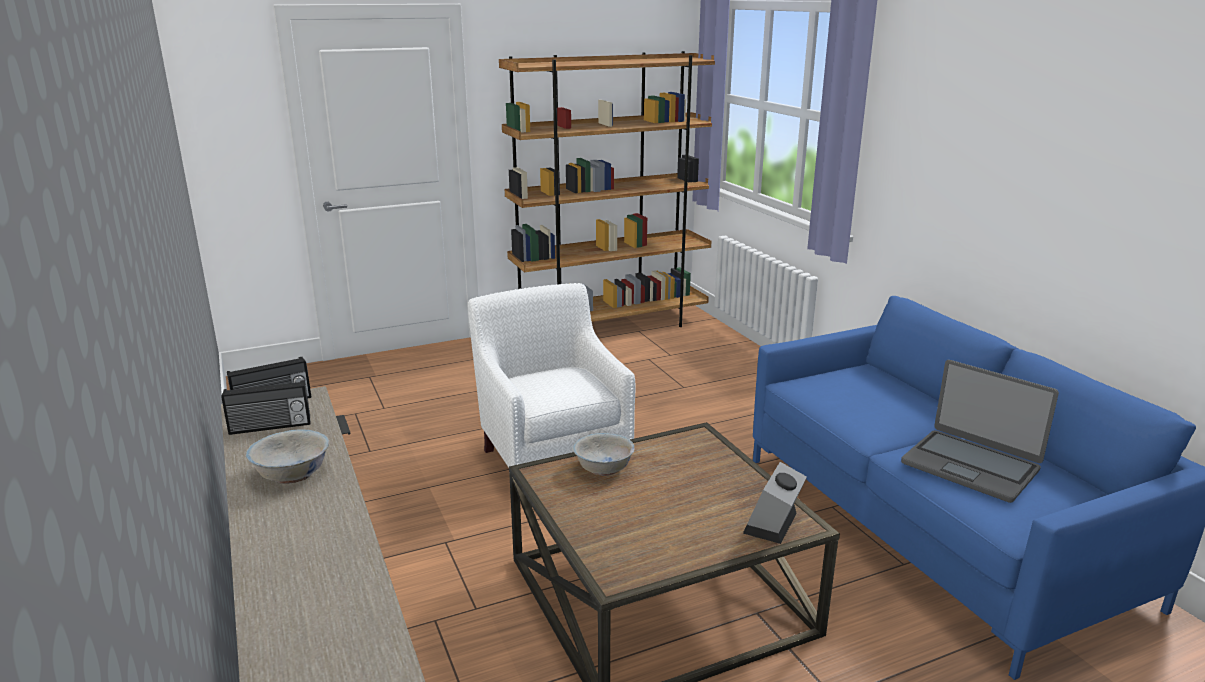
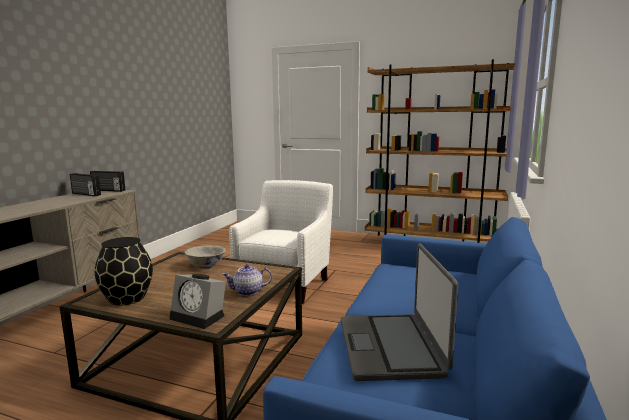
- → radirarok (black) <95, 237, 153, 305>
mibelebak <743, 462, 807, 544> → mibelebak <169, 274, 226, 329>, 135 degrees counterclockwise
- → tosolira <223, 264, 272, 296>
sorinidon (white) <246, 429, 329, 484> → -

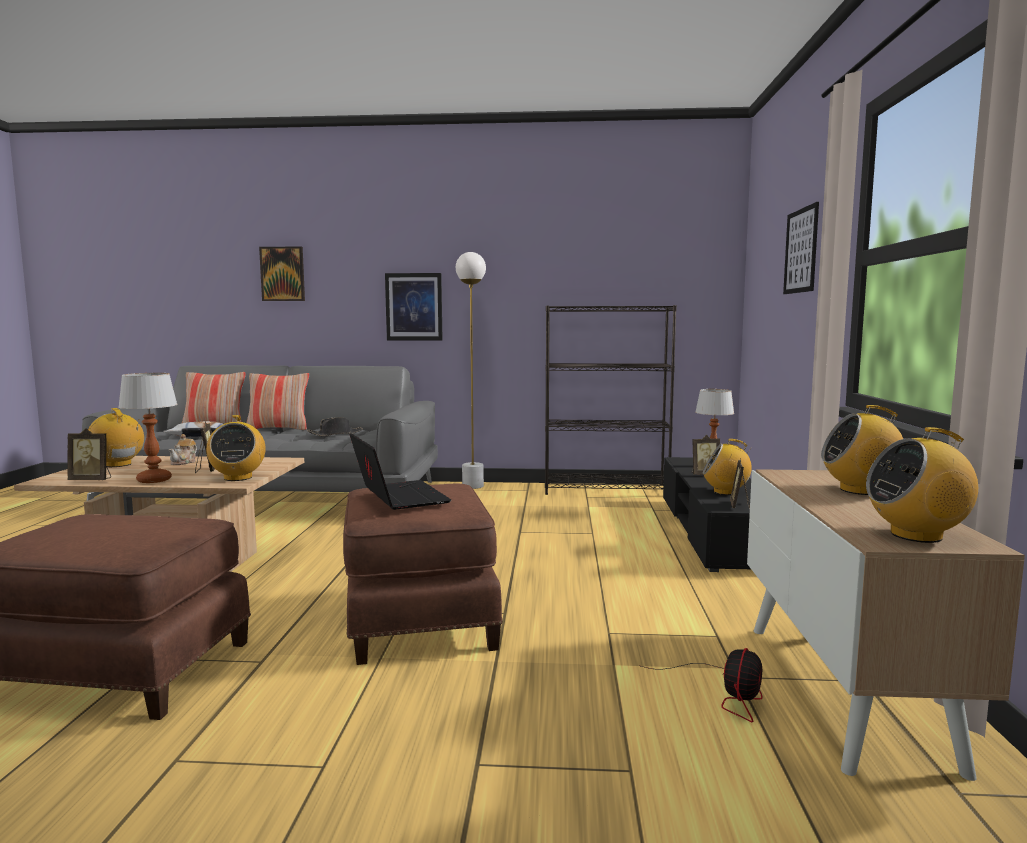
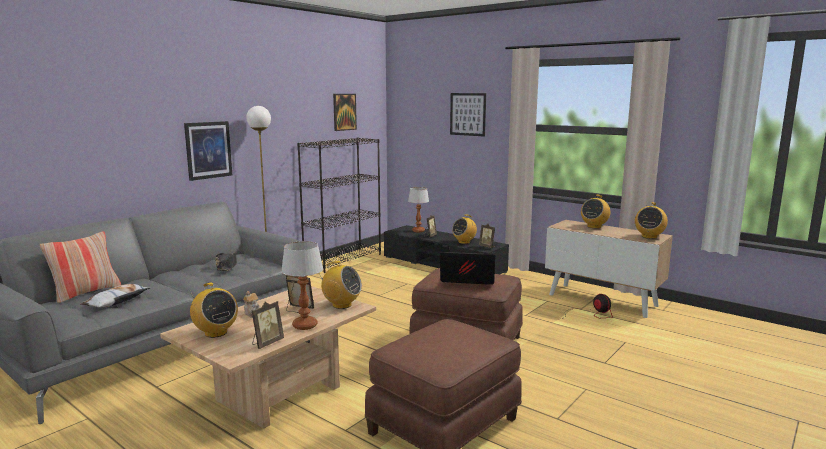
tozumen <88, 408, 144, 467> → tozumen <190, 282, 238, 338>, 120 degrees counterclockwise
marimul <259, 246, 305, 301> → marimul <333, 94, 357, 131>, move
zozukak <246, 373, 309, 430> → -

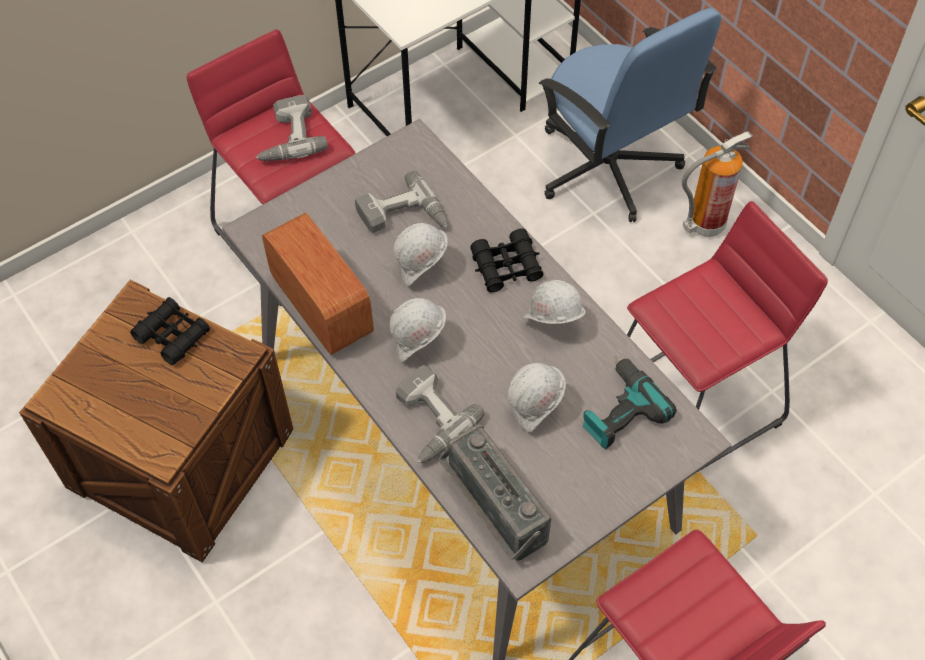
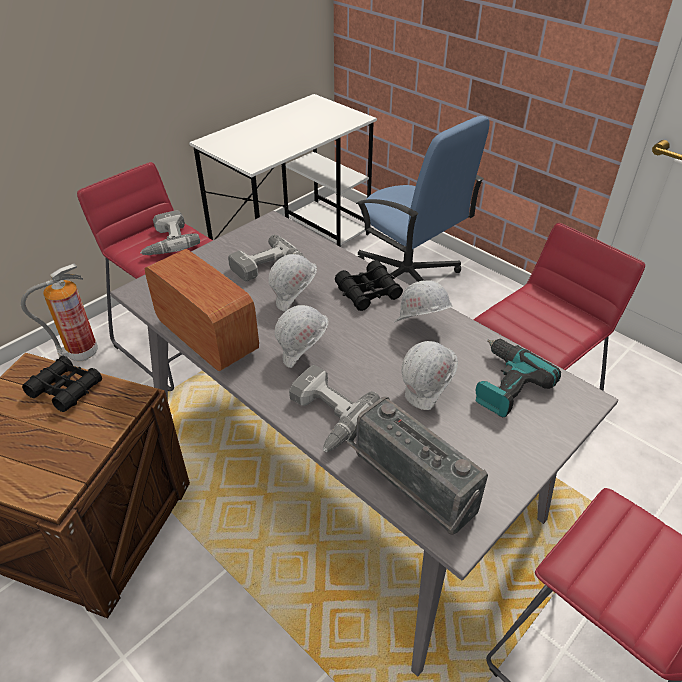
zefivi <682, 131, 753, 237> → zefivi <21, 263, 98, 361>, move

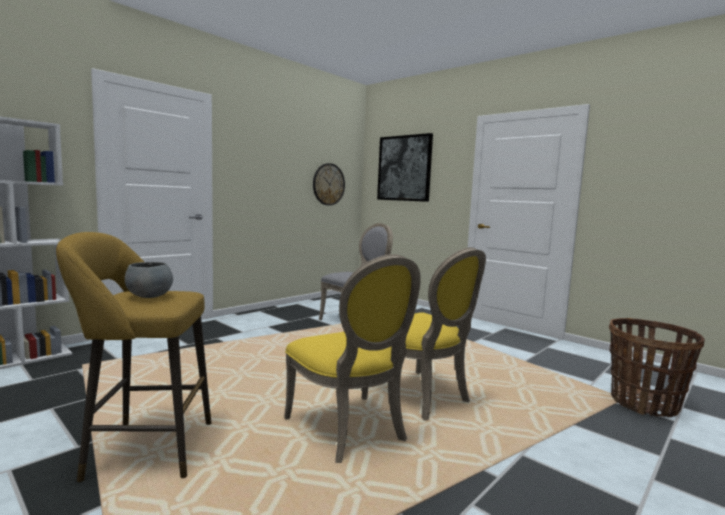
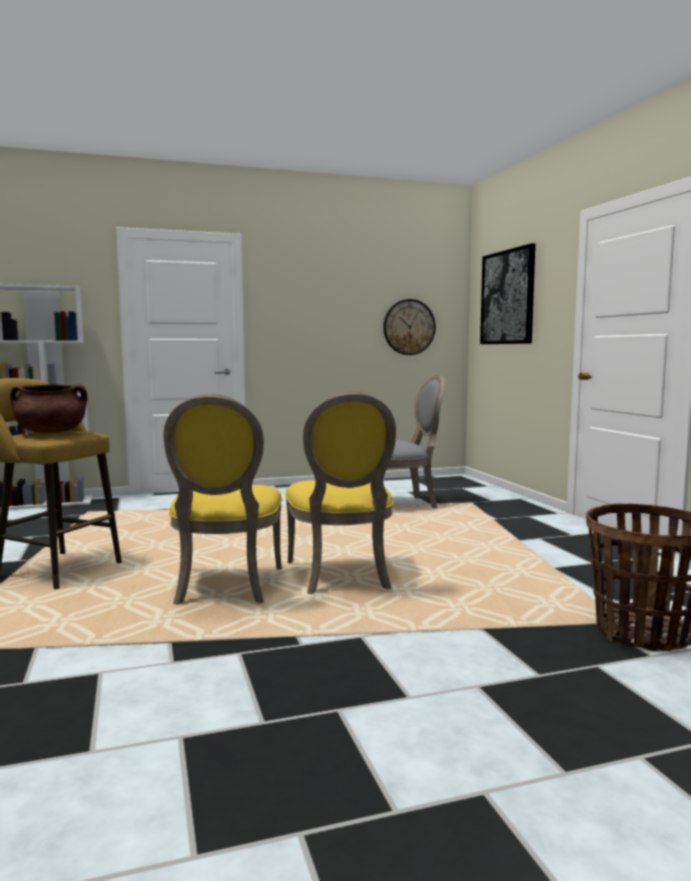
sorinidon (grey) <125, 262, 173, 298> → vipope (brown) <10, 384, 87, 433>

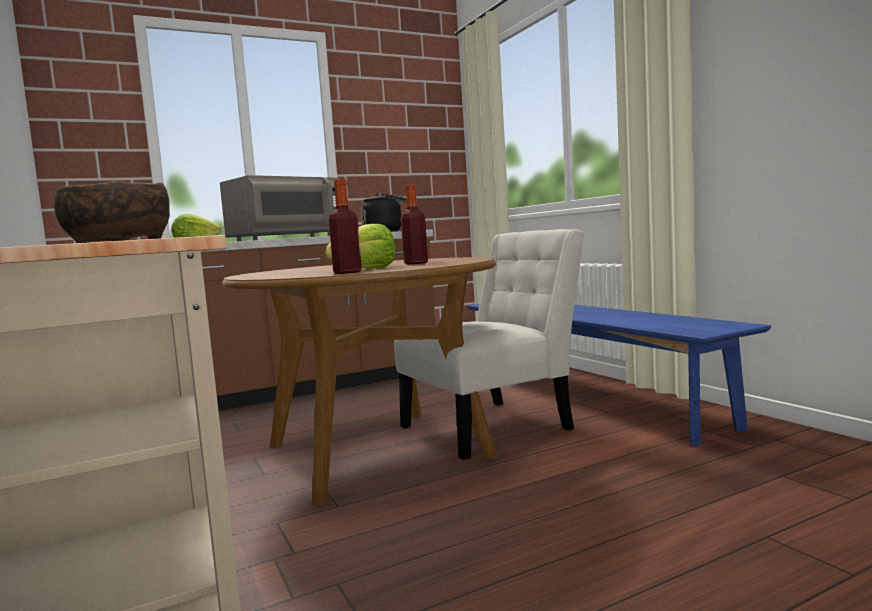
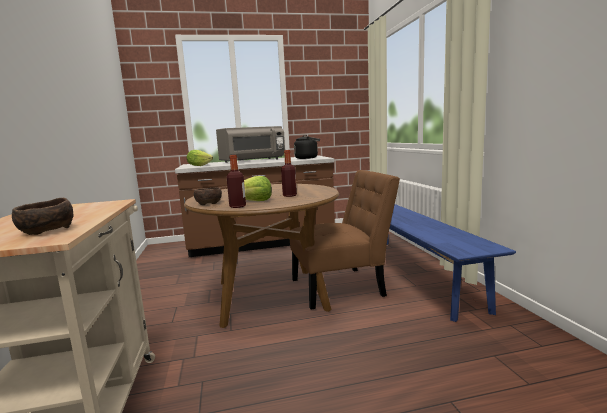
- → sorinidon (brown) <194, 188, 222, 205>
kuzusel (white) <394, 229, 584, 460> → kuzusel (brown) <290, 170, 400, 310>

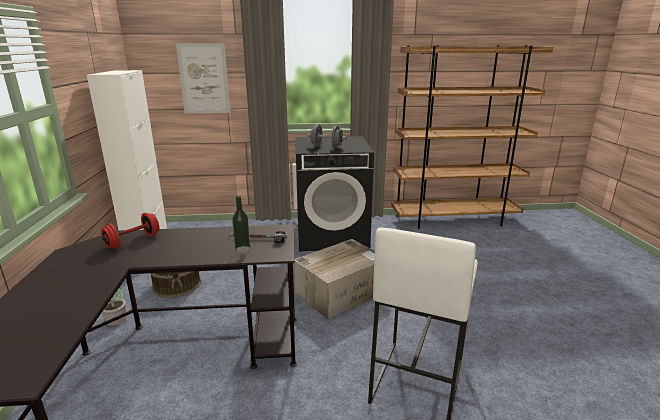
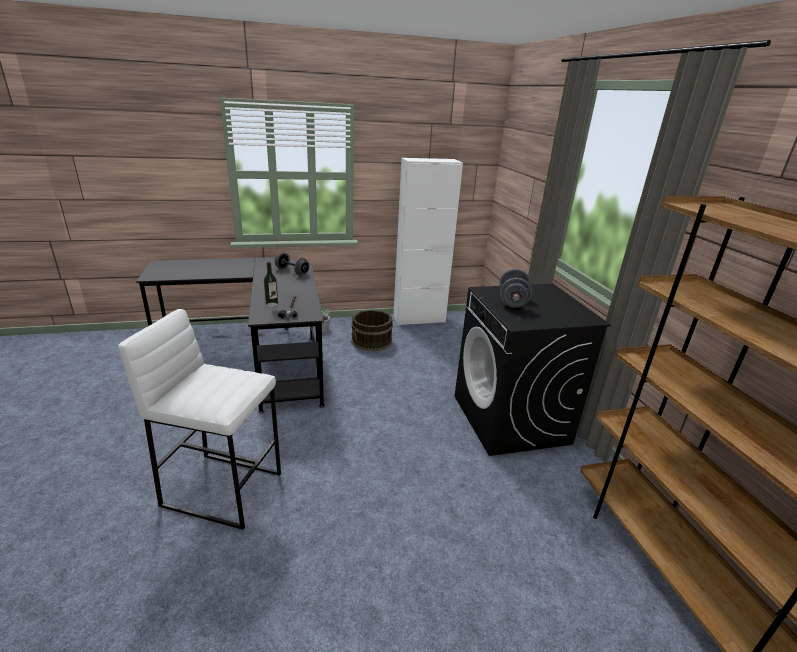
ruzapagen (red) <101, 213, 159, 248> → ruzapagen (grey) <275, 253, 310, 276>
marimul <176, 43, 230, 113> → -
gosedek <293, 239, 375, 319> → -

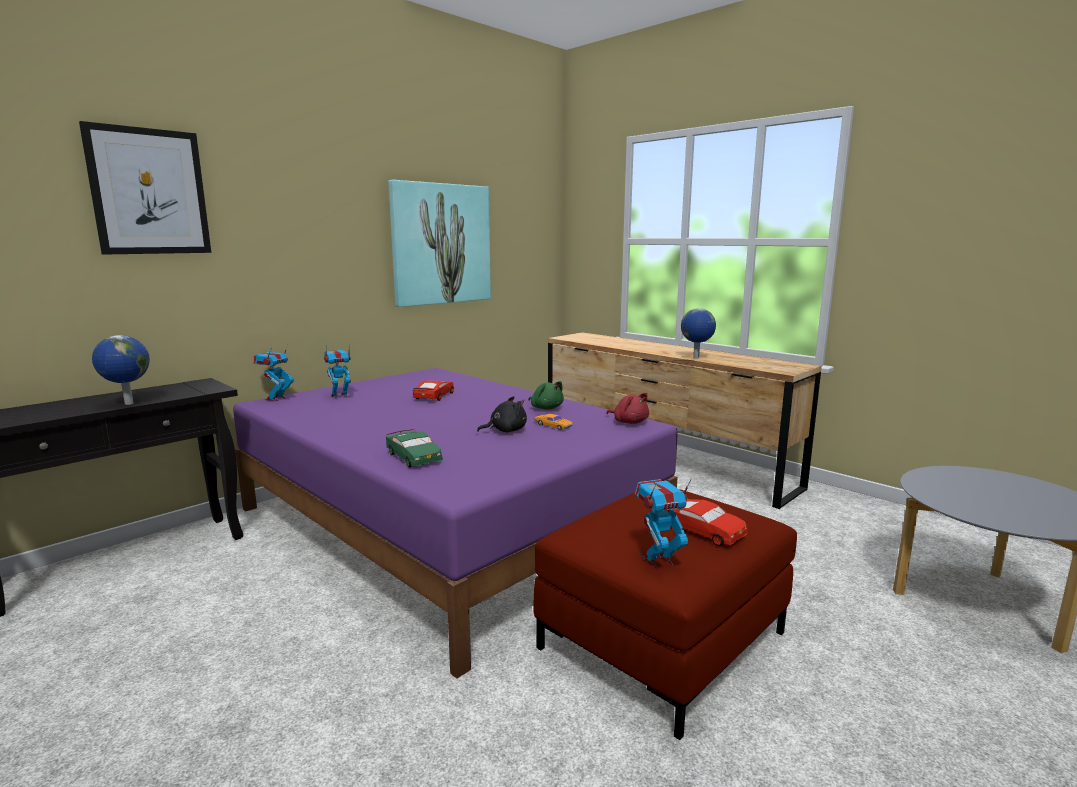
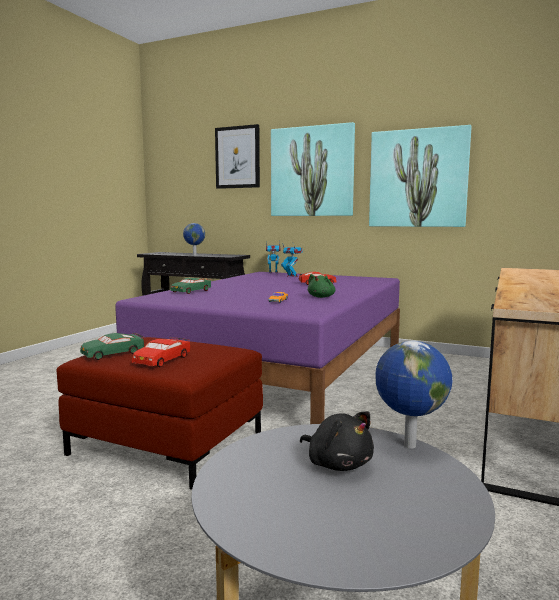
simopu <635, 479, 692, 568> → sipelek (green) <80, 333, 145, 360>
- → marimul <271, 122, 355, 216>
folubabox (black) <477, 396, 527, 433> → folubabox (black) <300, 411, 374, 471>, move
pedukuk <681, 308, 716, 359> → pedukuk <375, 341, 452, 449>, move
folubabox (red) <606, 393, 649, 424> → -

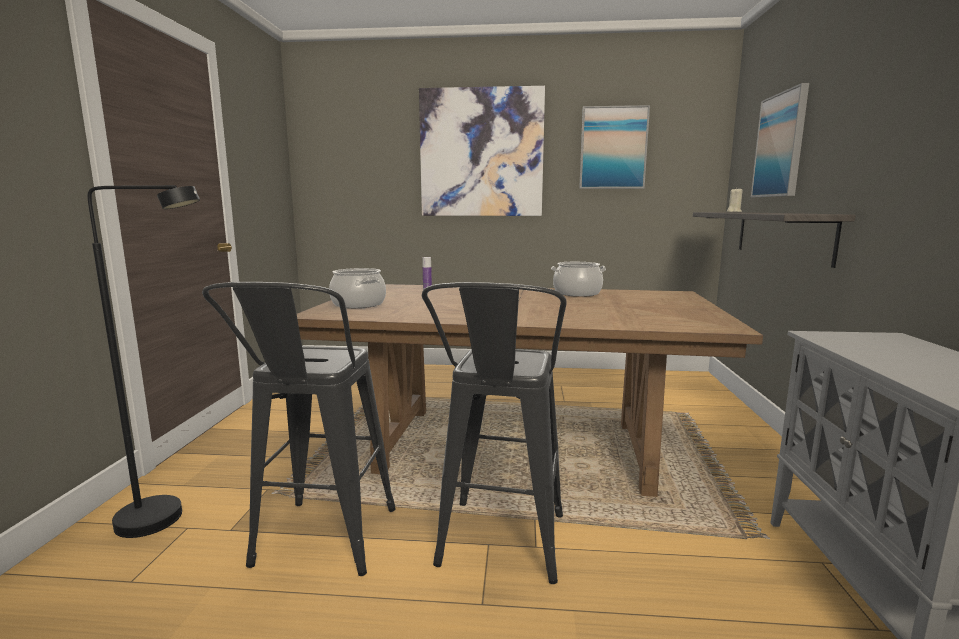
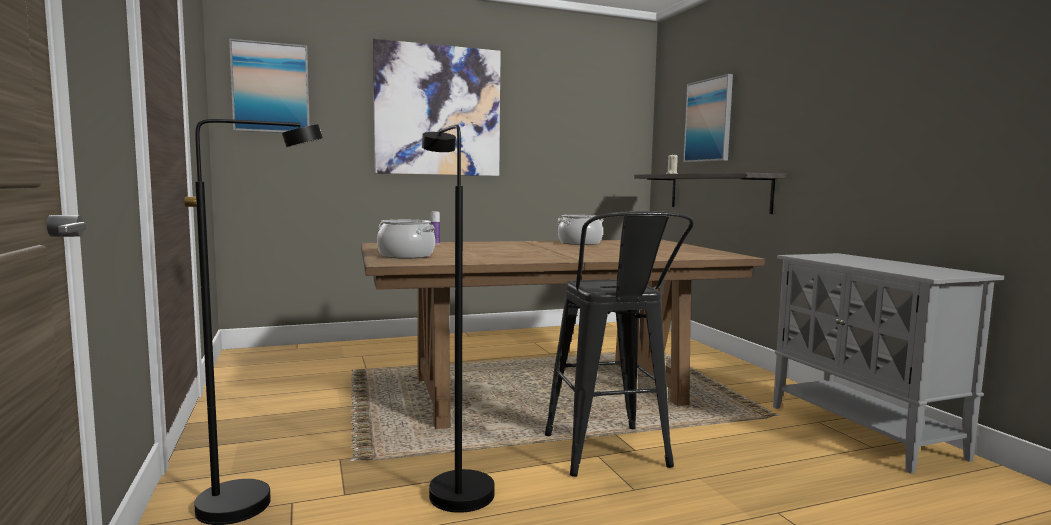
marimul <579, 105, 650, 189> → marimul <229, 39, 309, 133>, move
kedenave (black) <202, 282, 396, 576> → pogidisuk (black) <422, 125, 495, 513>

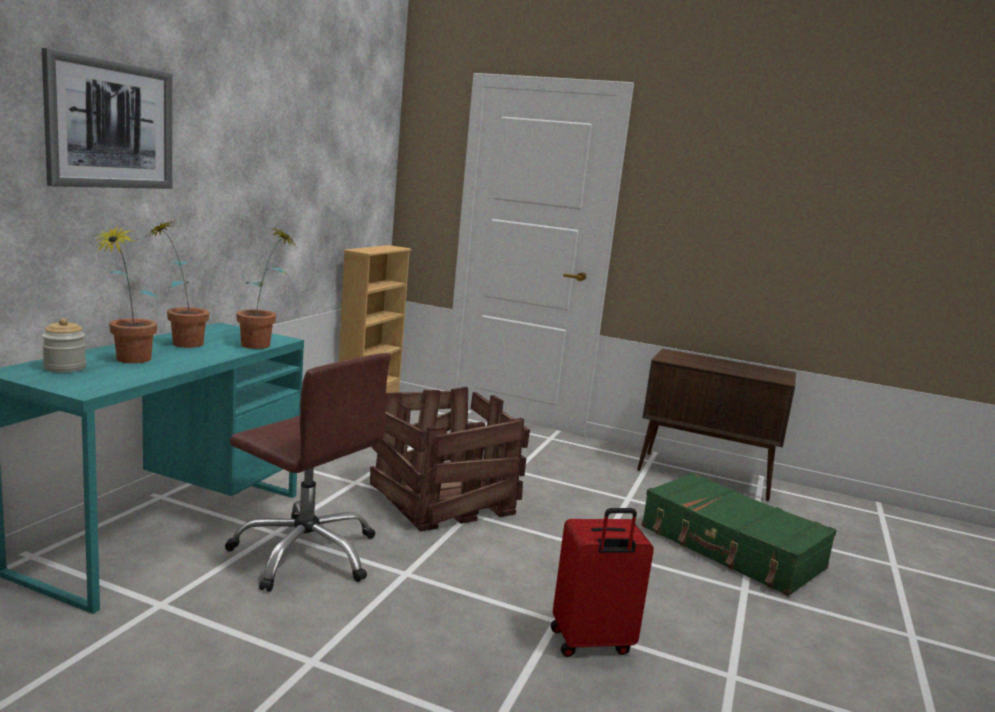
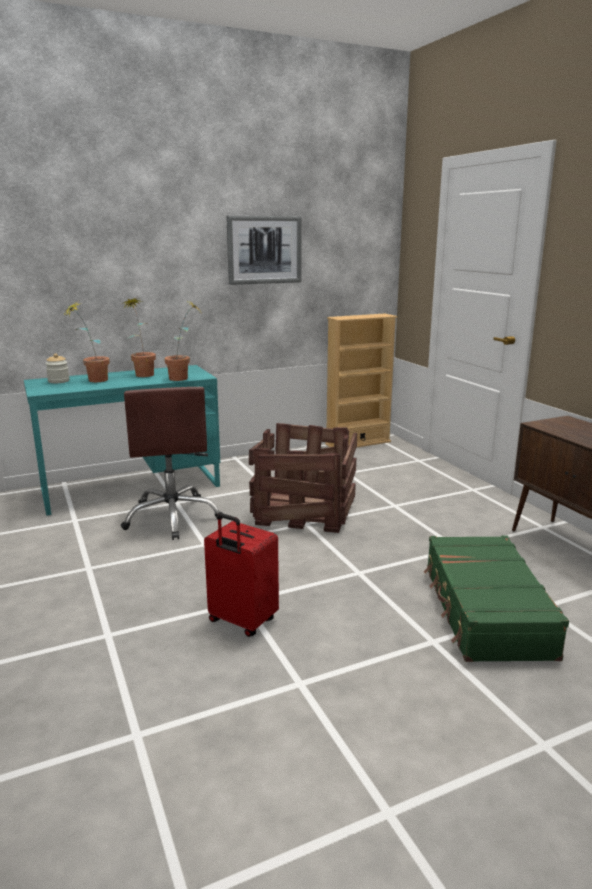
marimul <42, 48, 172, 189> → marimul <227, 216, 302, 285>, move

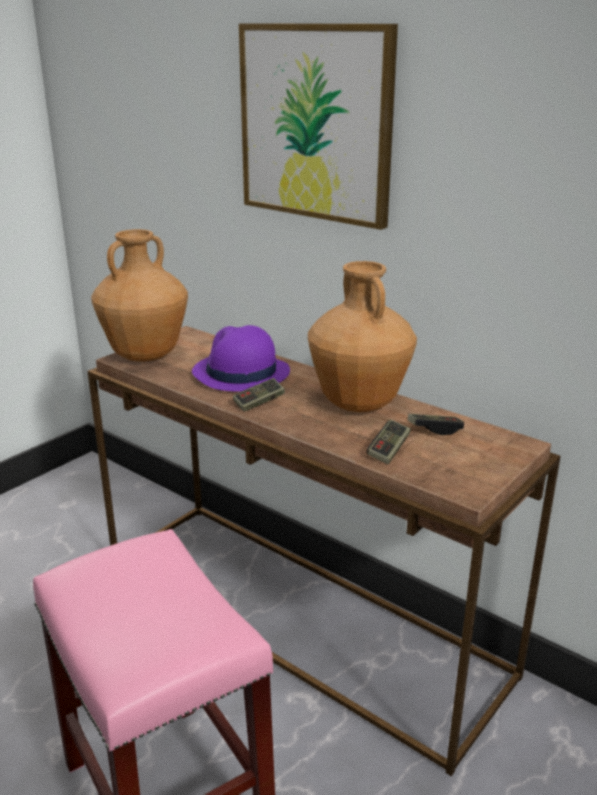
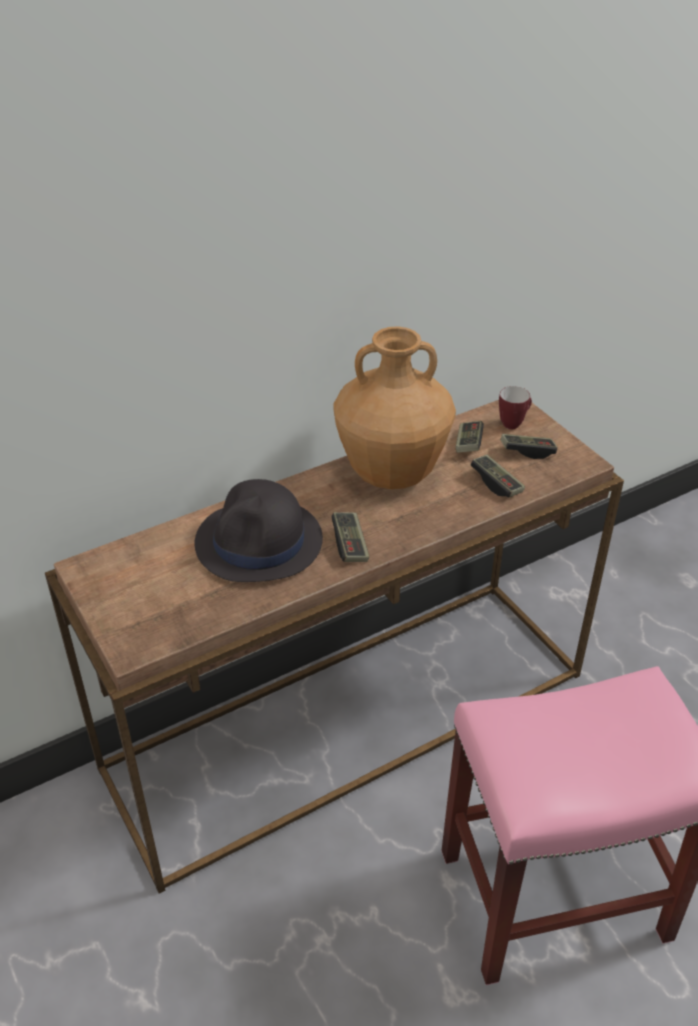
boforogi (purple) <192, 325, 290, 392> → boforogi (black) <195, 479, 323, 582>
- → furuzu <499, 386, 532, 429>
- → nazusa <501, 434, 558, 459>
radirarok (brown) <91, 229, 188, 362> → -
marimul <239, 23, 398, 230> → -

